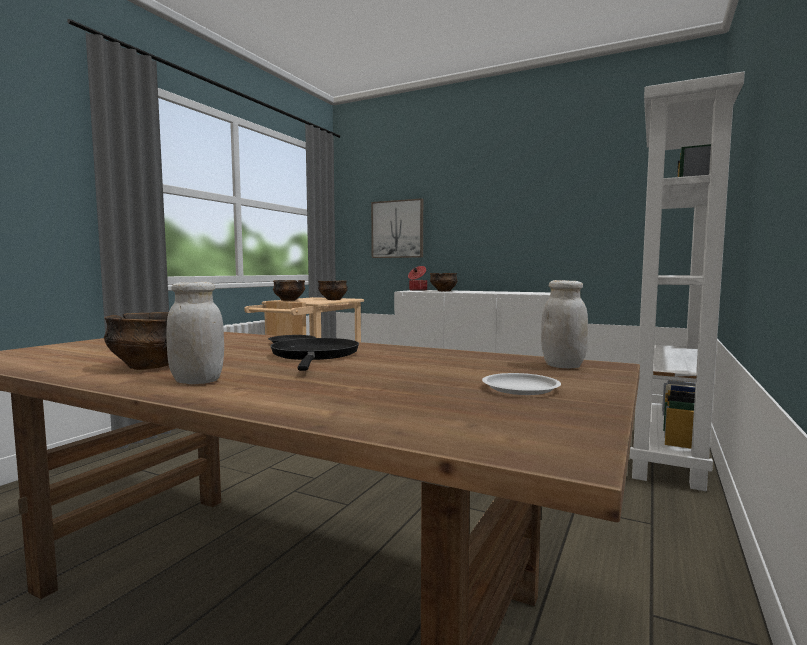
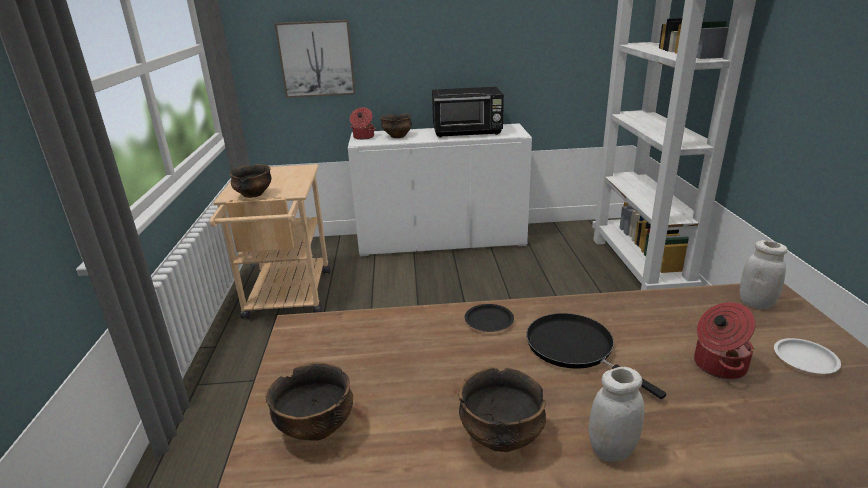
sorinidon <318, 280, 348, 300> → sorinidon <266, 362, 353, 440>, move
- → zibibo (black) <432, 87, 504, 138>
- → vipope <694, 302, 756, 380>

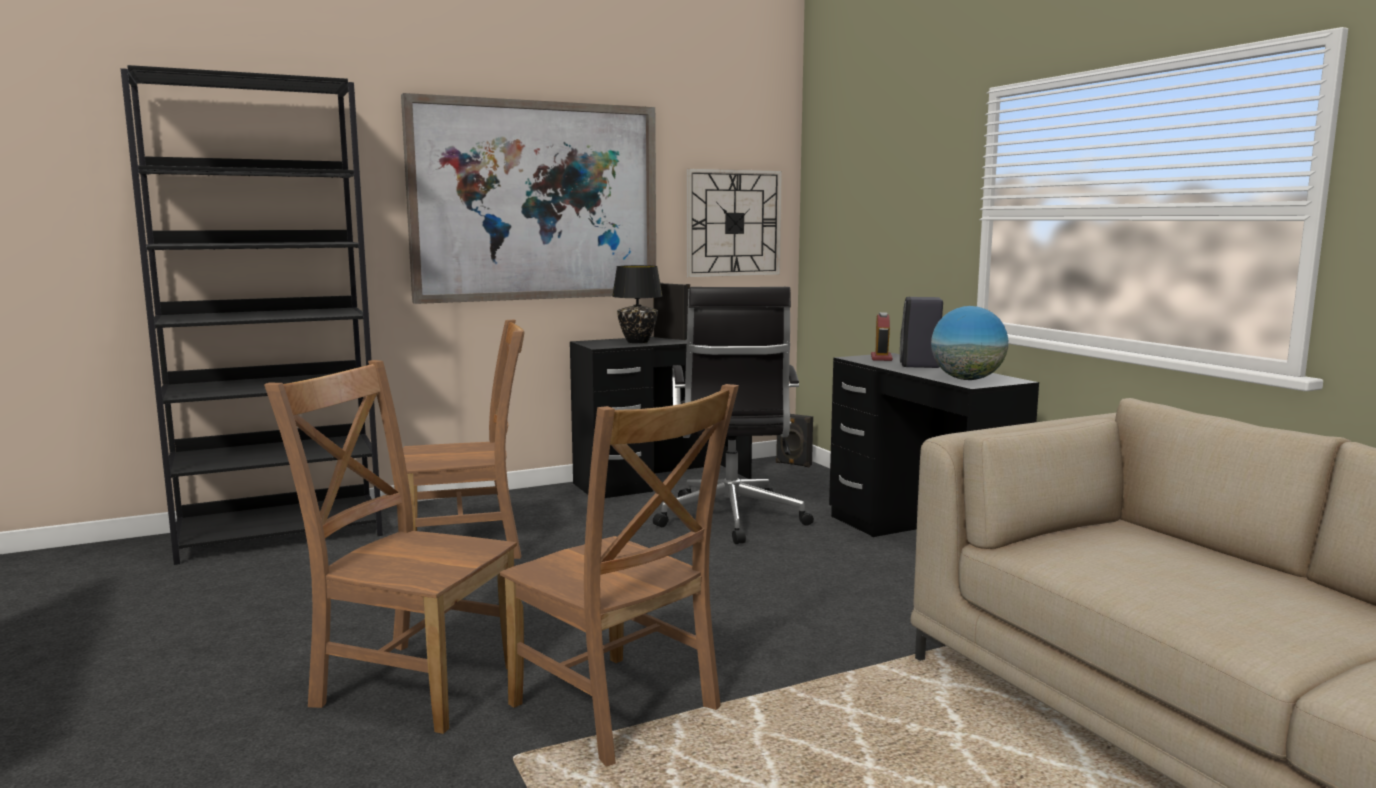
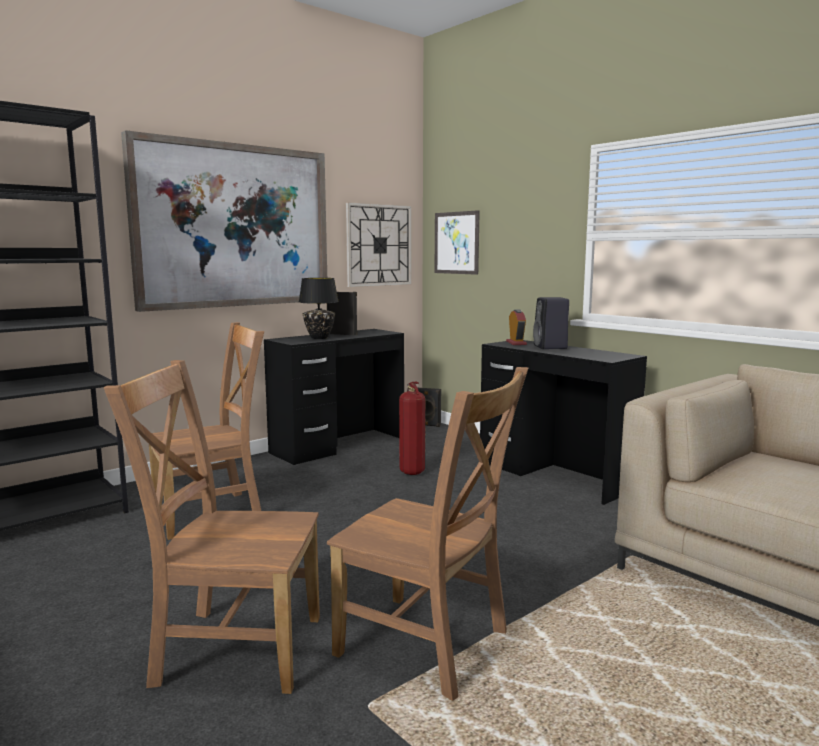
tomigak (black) <653, 287, 814, 544> → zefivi <399, 381, 426, 475>
- → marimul <434, 210, 480, 275>
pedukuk <931, 306, 1008, 380> → -

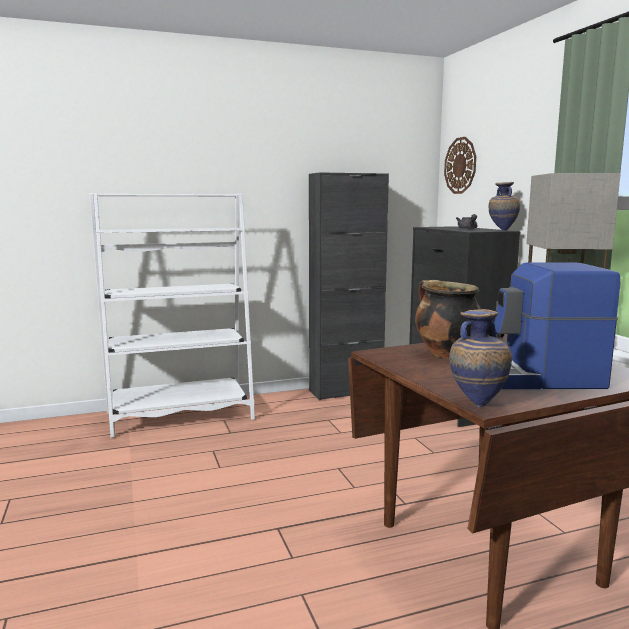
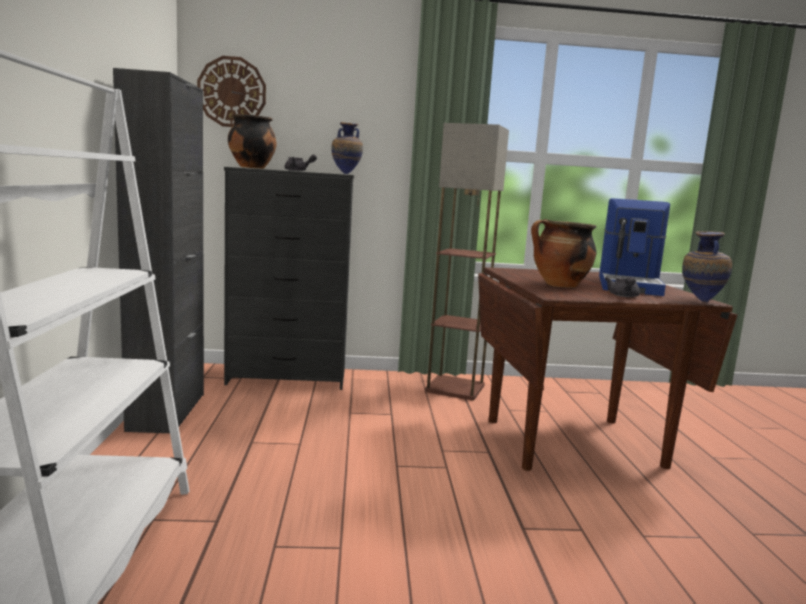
- → vipope <228, 114, 276, 169>
- → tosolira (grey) <605, 276, 640, 297>

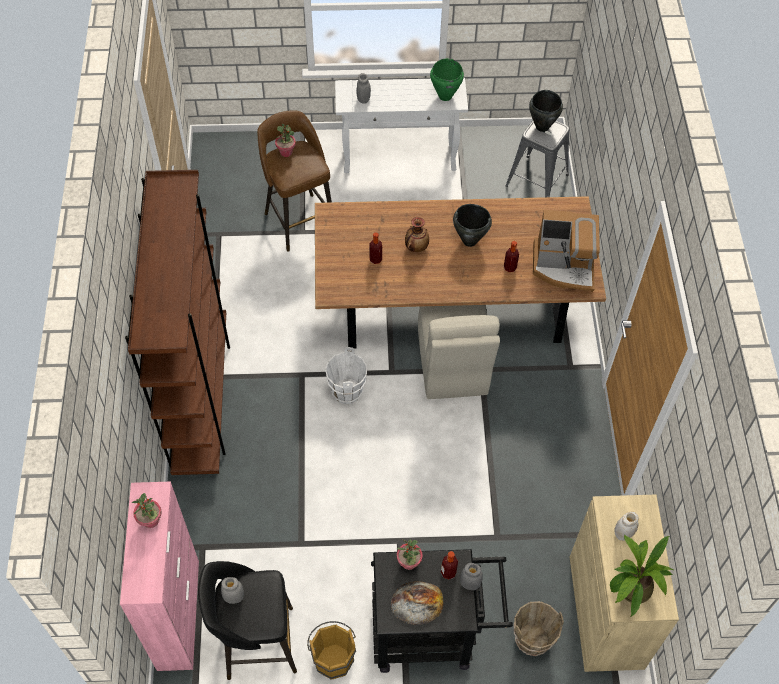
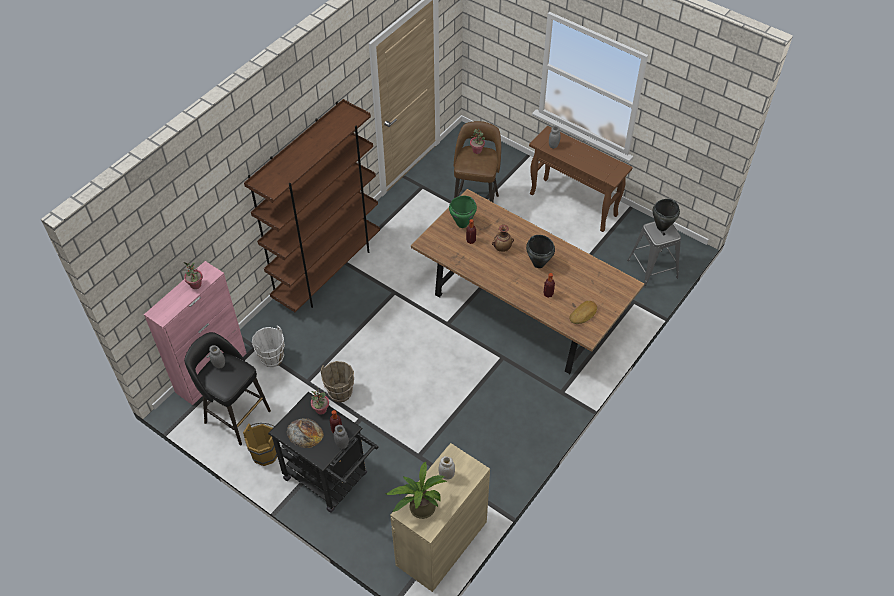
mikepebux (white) <325, 347, 367, 404> → mikepebux (white) <252, 325, 285, 367>, move
mikepebux (brown) <514, 601, 564, 656> → mikepebux (brown) <321, 361, 354, 402>, move
vipope (green) <430, 58, 464, 101> → vipope (green) <449, 196, 477, 228>, move
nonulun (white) <335, 78, 468, 173> → nonulun (brown) <529, 126, 633, 232>
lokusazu <533, 210, 600, 292> → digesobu <569, 301, 597, 324>
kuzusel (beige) <418, 305, 500, 399> → -

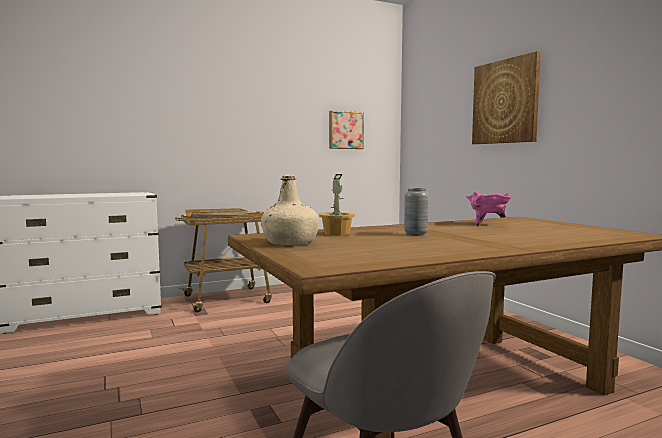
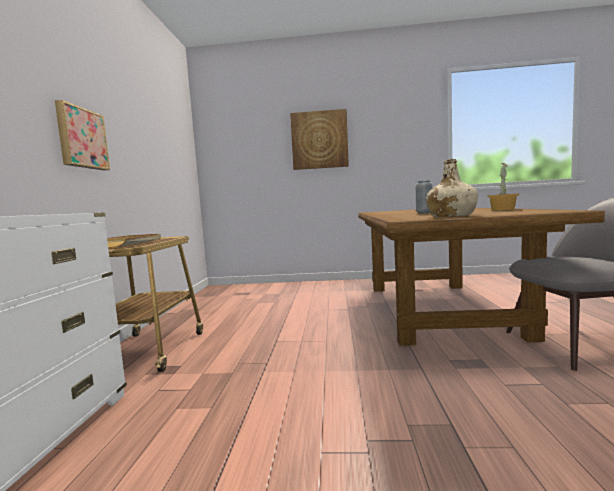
marimul <329, 111, 364, 149> → marimul <55, 100, 110, 170>, move
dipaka <319, 174, 355, 236> → dipaka <487, 163, 519, 211>, move
vipope (pink) <466, 191, 511, 226> → -

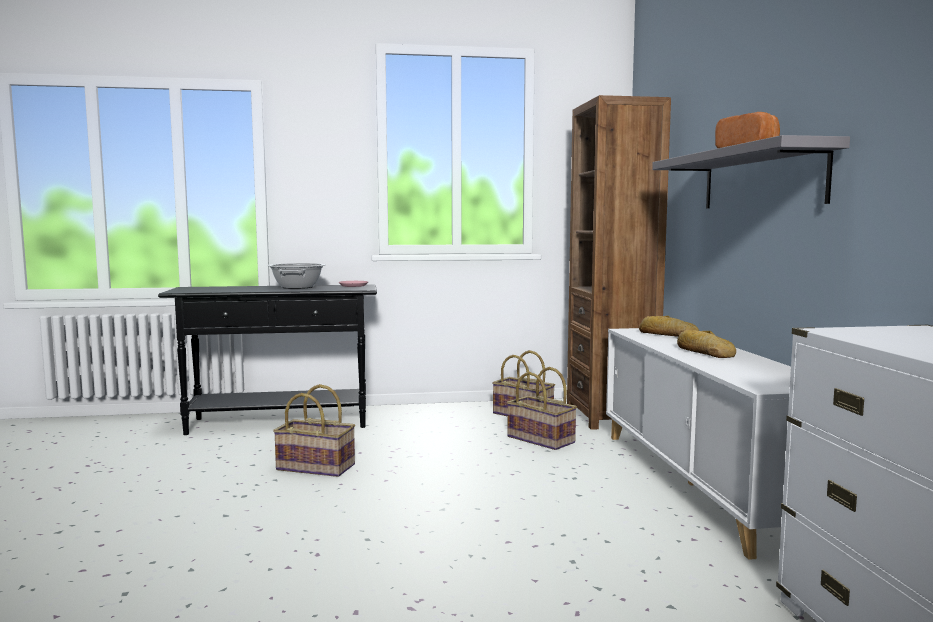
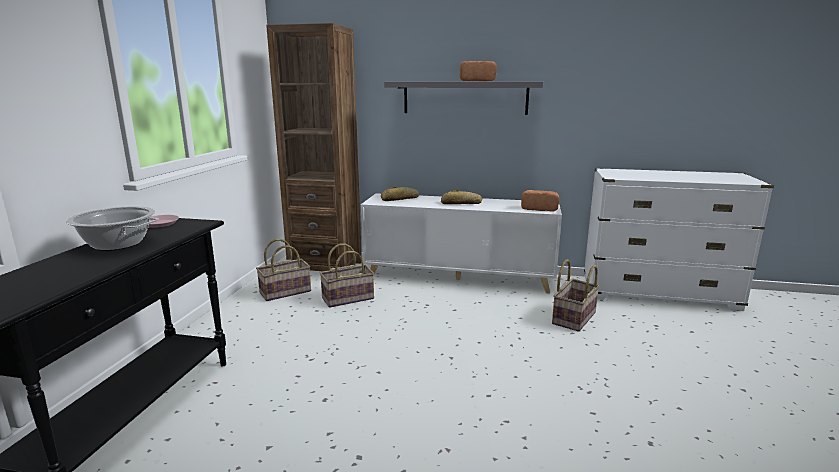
- → digesobu <521, 190, 559, 212>
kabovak <273, 384, 355, 477> → kabovak <552, 259, 600, 332>, move

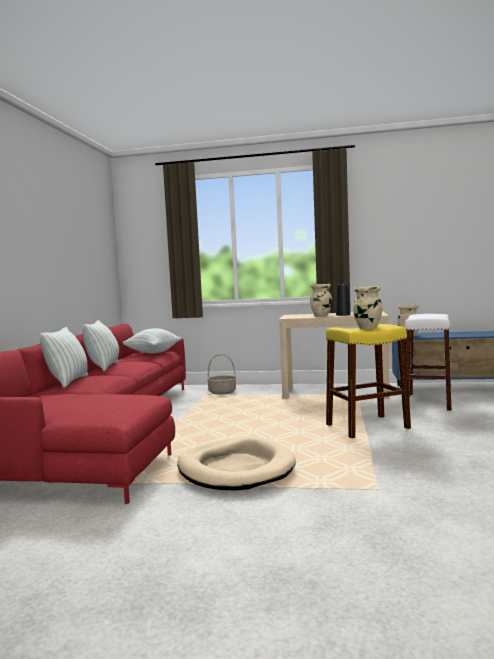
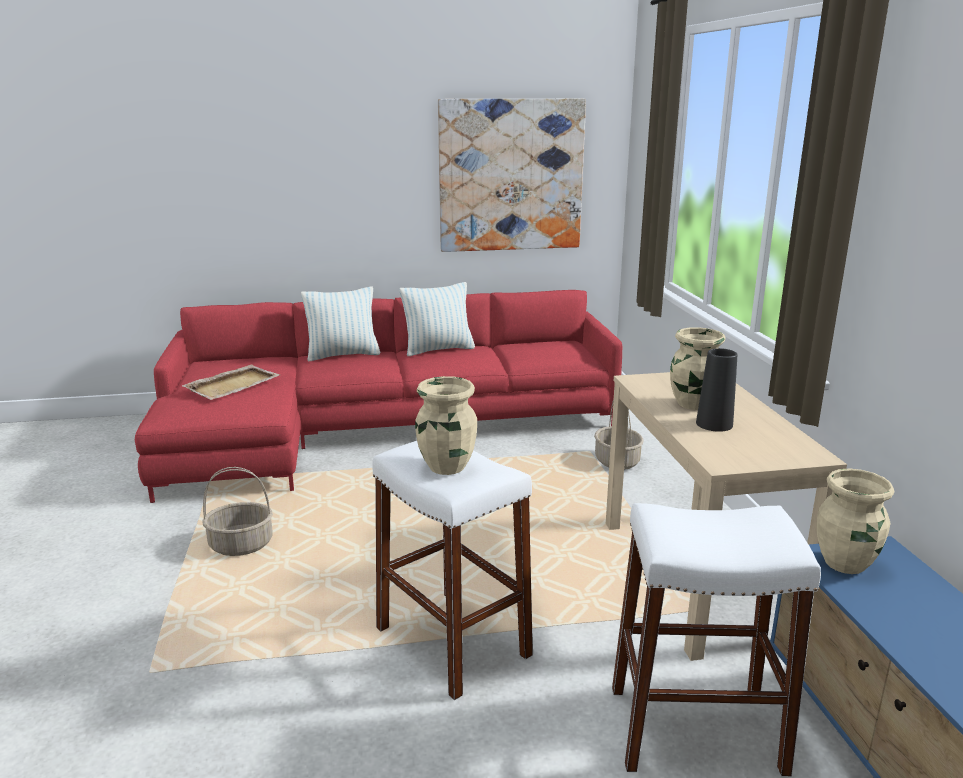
- → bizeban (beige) <182, 365, 280, 400>
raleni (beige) <177, 436, 296, 490> → kabovak <202, 467, 273, 556>
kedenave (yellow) <326, 324, 411, 438> → kedenave (white) <372, 441, 533, 700>
- → marimul <438, 99, 586, 252>
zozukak <123, 328, 182, 354> → -

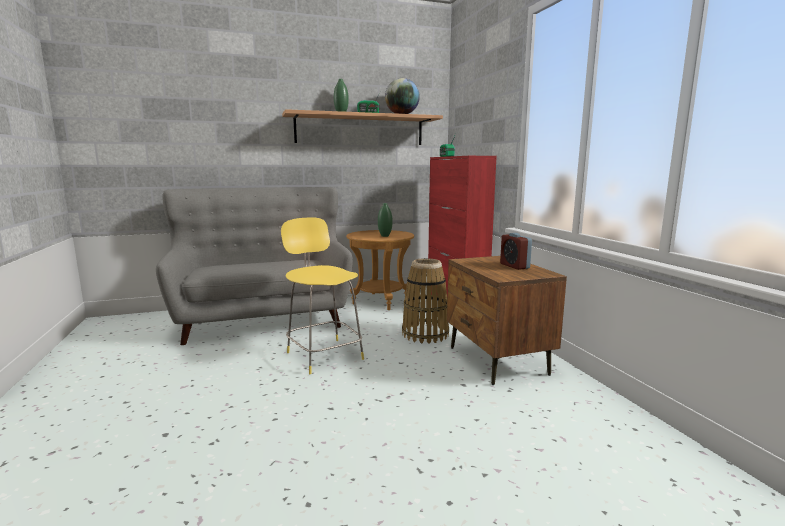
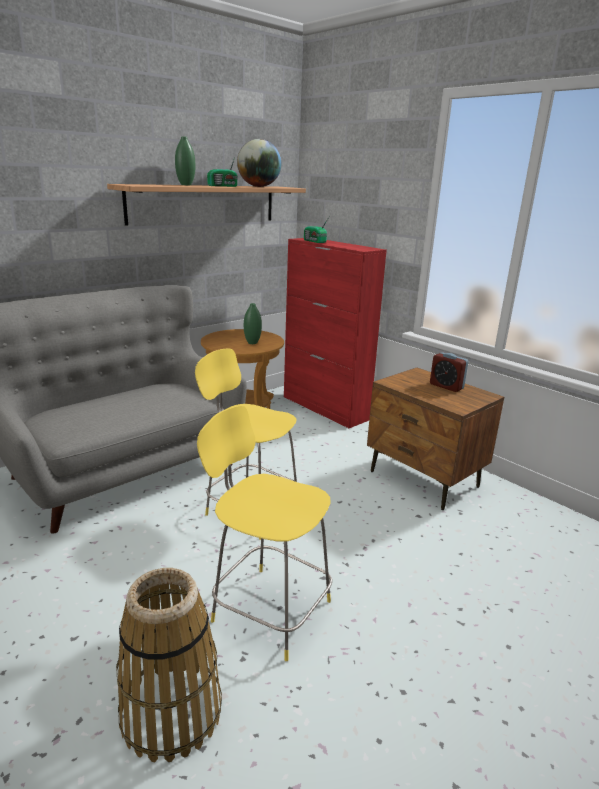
kabovak <402, 258, 449, 344> → kabovak <116, 568, 222, 762>, move
- → kedenave (yellow) <197, 406, 332, 661>

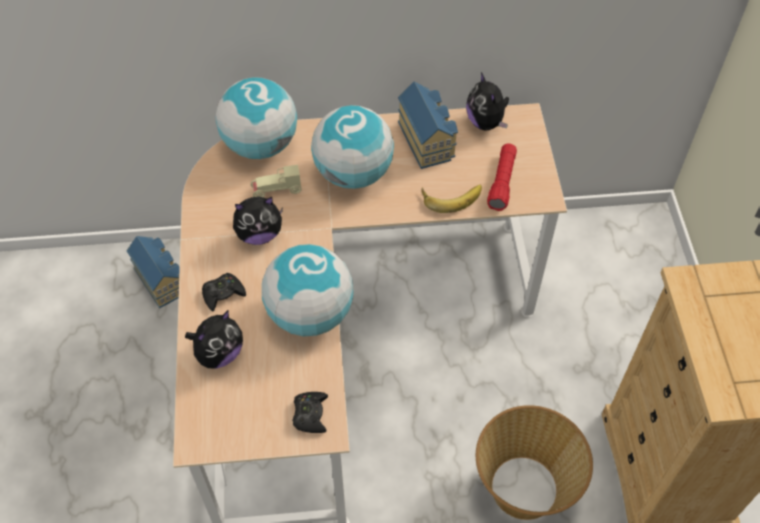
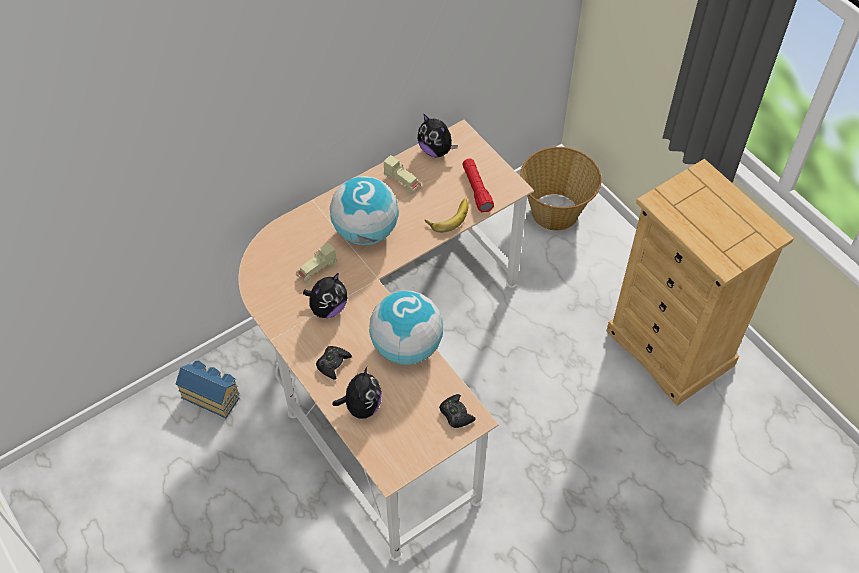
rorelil <398, 82, 458, 169> → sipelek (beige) <384, 155, 421, 194>
kabovak <476, 405, 593, 520> → kabovak <520, 147, 602, 231>, move
pedukuk <216, 77, 297, 159> → -

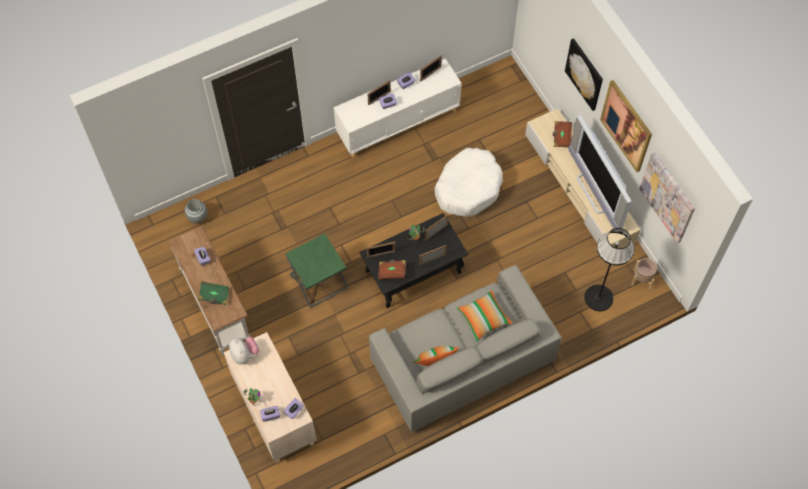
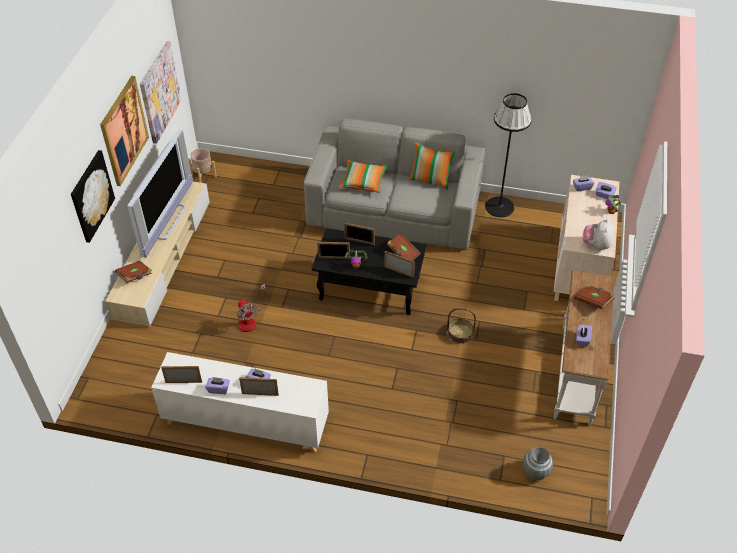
raleni (white) <434, 148, 503, 217> → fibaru <237, 284, 267, 332>
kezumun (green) <286, 233, 348, 308> → kabovak <447, 308, 476, 344>
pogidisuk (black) <584, 228, 634, 311> → pogidisuk (black) <485, 93, 532, 217>, move
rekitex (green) <198, 281, 229, 305> → rekitex (brown) <574, 284, 615, 309>

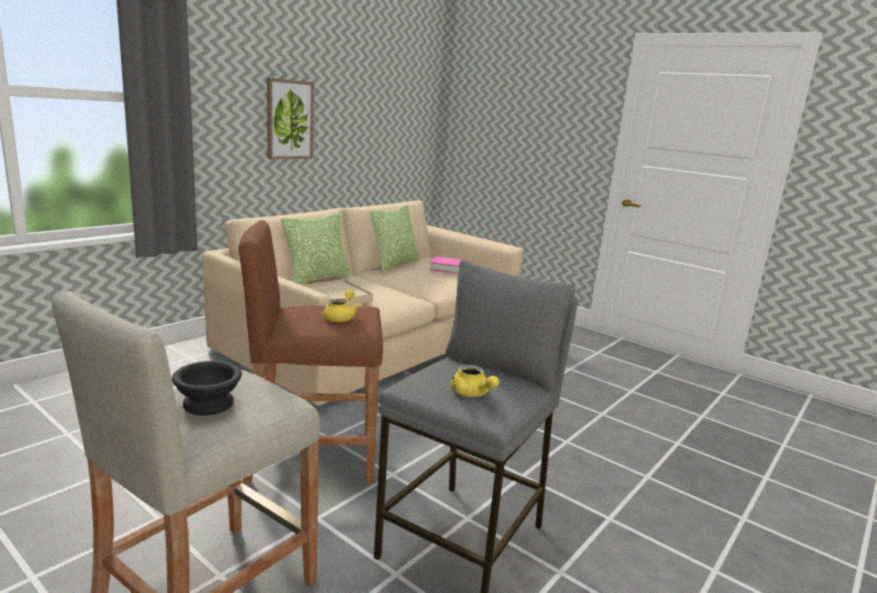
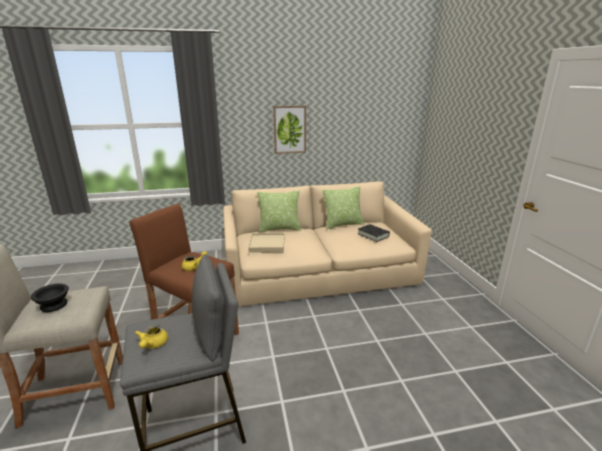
rekitex (pink) <430, 256, 470, 274> → rekitex (black) <358, 224, 390, 242>

